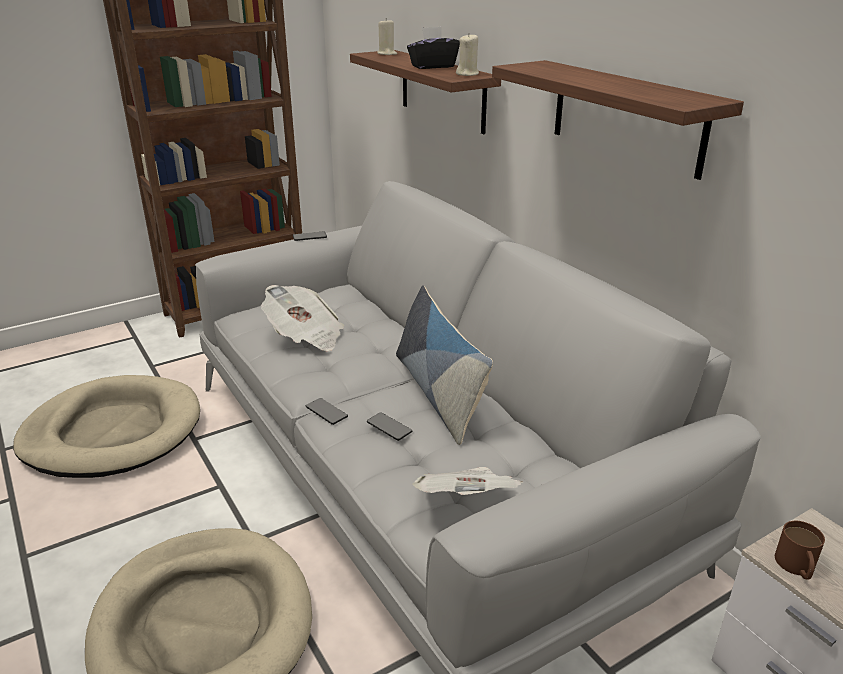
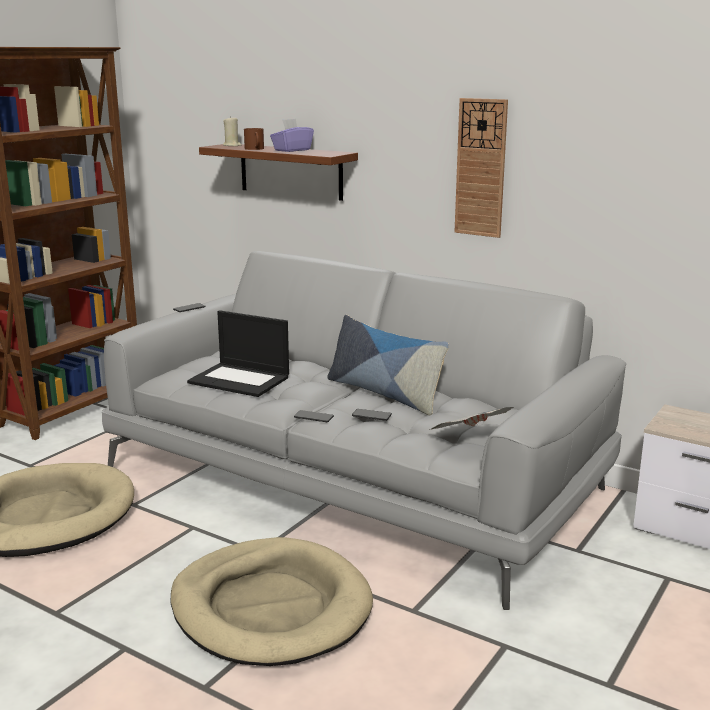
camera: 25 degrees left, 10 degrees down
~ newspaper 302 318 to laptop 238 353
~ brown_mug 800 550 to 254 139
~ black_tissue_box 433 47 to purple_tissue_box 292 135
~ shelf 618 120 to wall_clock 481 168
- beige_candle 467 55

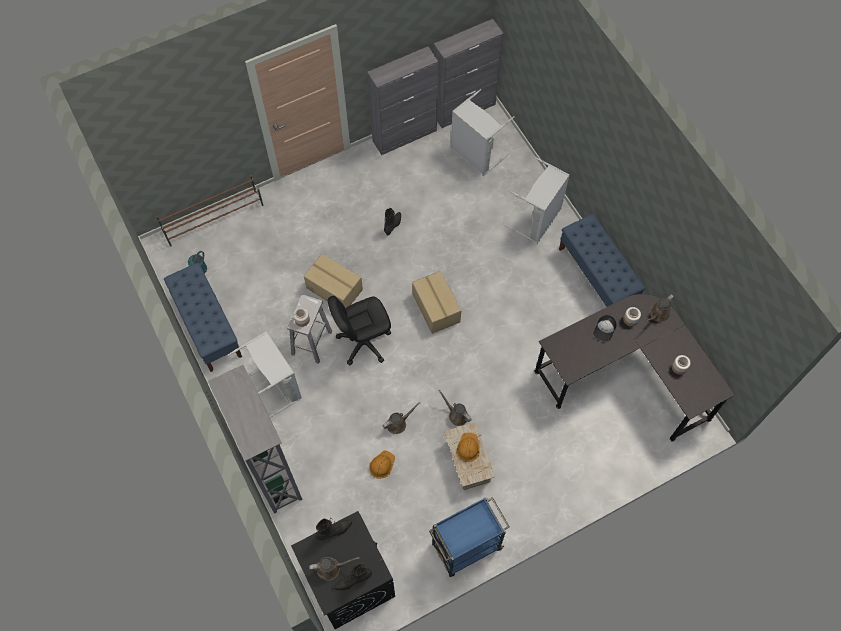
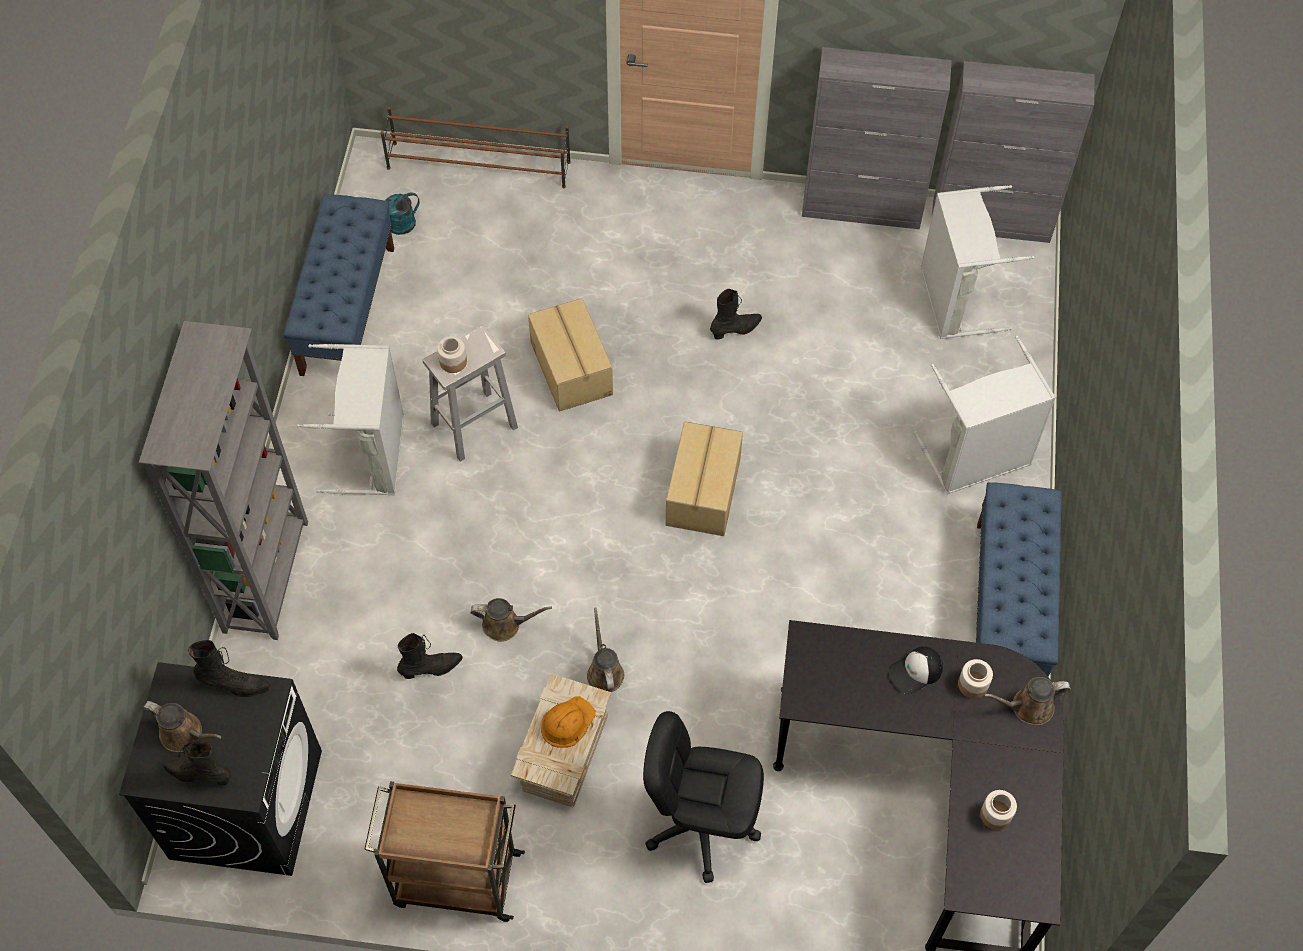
camera: 35 degrees right, 5 degrees down
~ blue_cart 469 537 to brown_cart 444 851
~ orange_hard_hat 382 464 to black_boot 430 656
~ black_office_chair 359 330 to 703 797

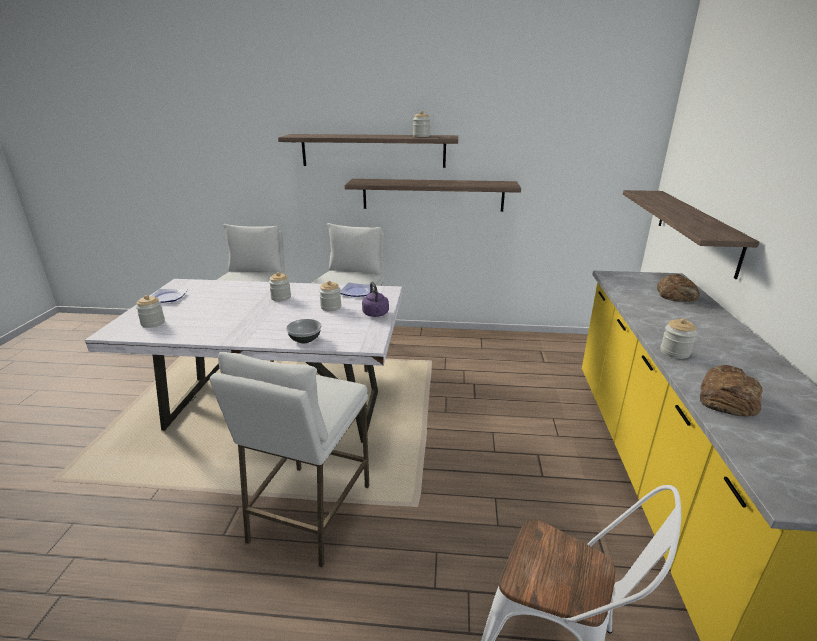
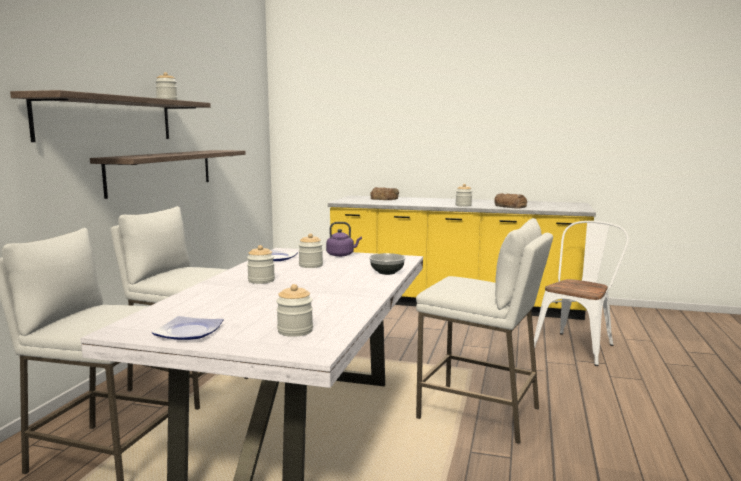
camera: 80 degrees left, 15 degrees down
- shelf 691 234

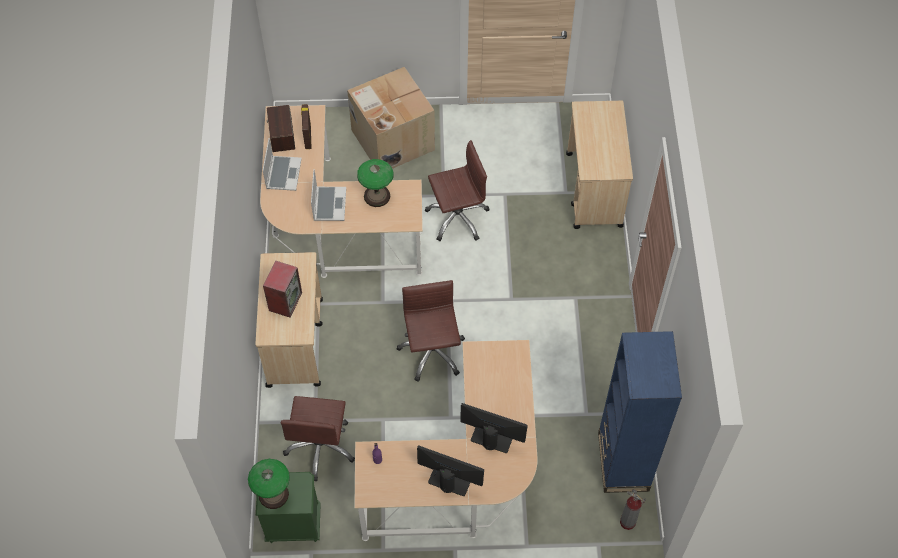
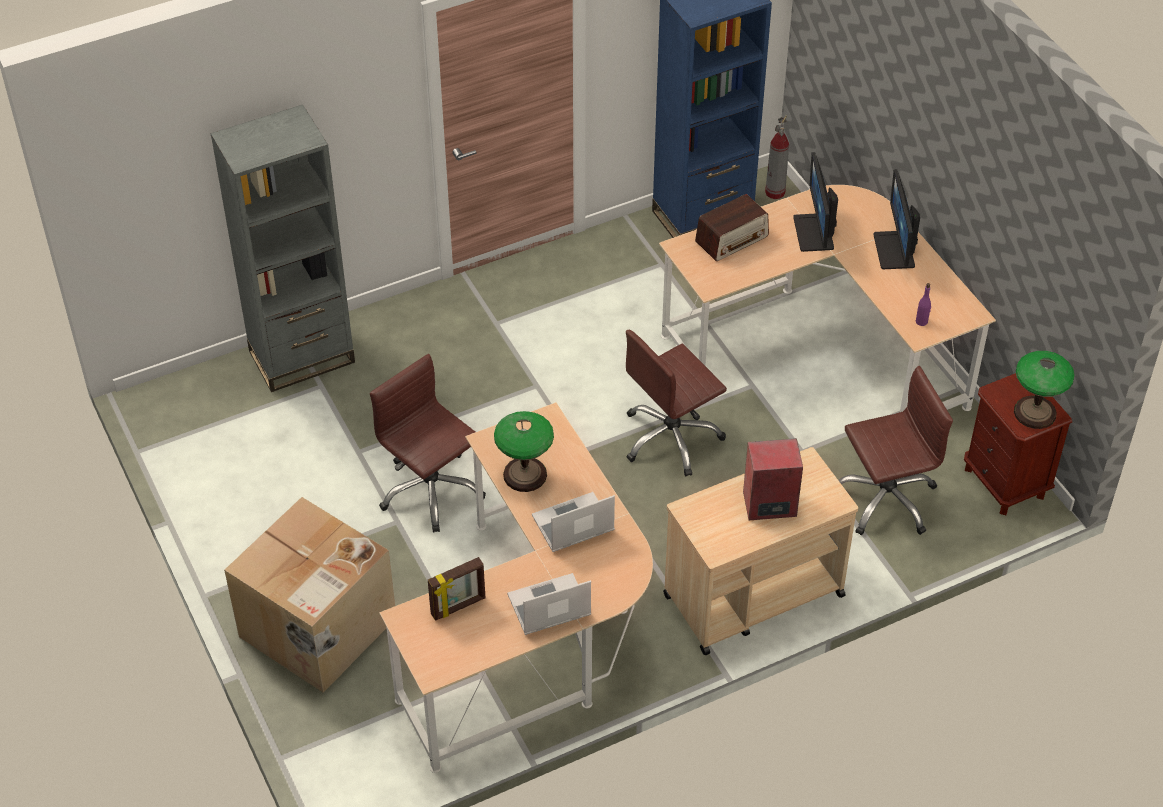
camera: 115 degrees left, 10 degrees down
~ beige_cart 599 165 to grey_bookcase 283 248
~ radio 281 128 to 732 227
~ green_nightstand 288 507 to brown_nightstand 1018 444

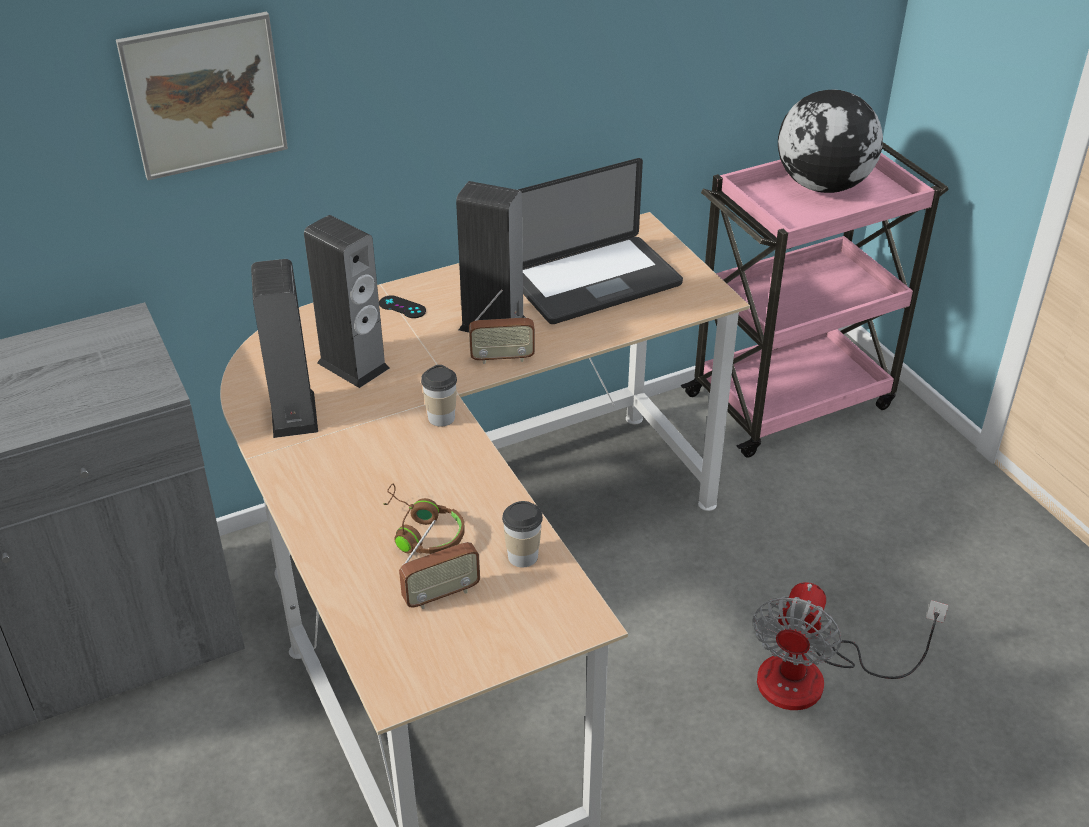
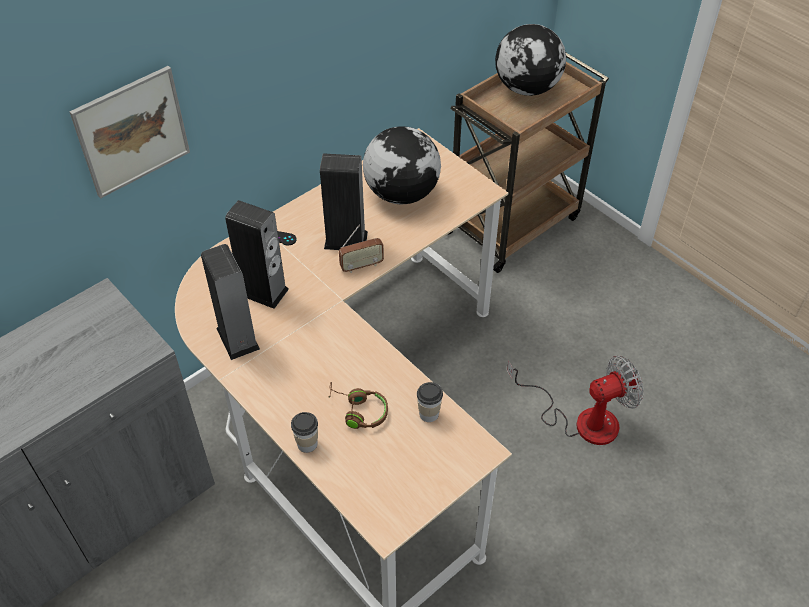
camera: 15 degrees left, 10 degrees up
~ cup 439 396 to 304 432
~ laptop 600 241 to globe 402 165
~ pink_cart 815 300 to brown_cart 528 163
~ fan 851 646 = 575 400 120 degrees counterclockwise
- radio 439 564

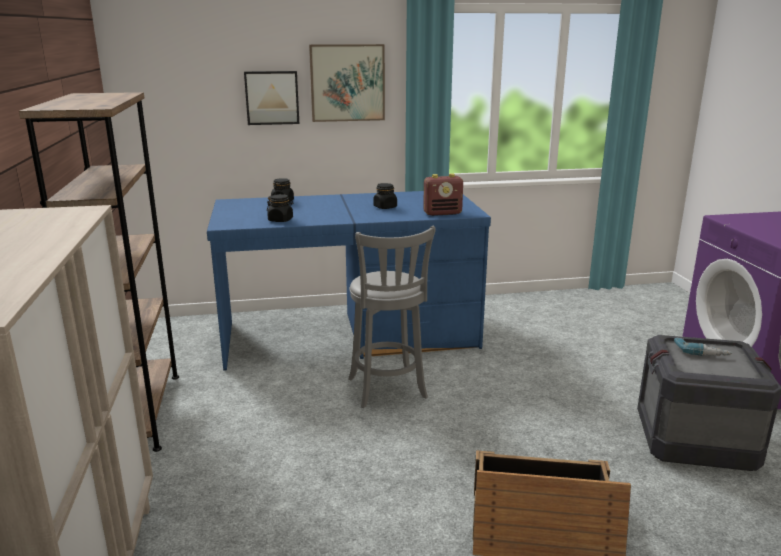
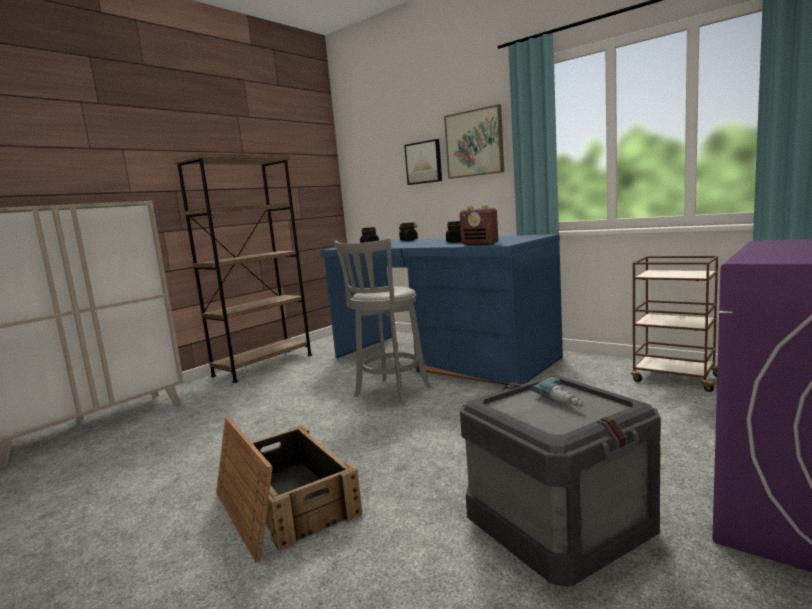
camera: 50 degrees right, 10 degrees down
+ brown_cart 674 324

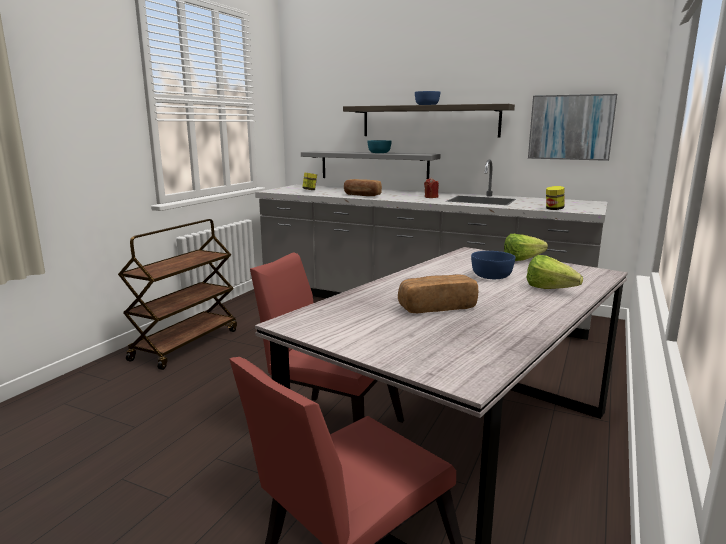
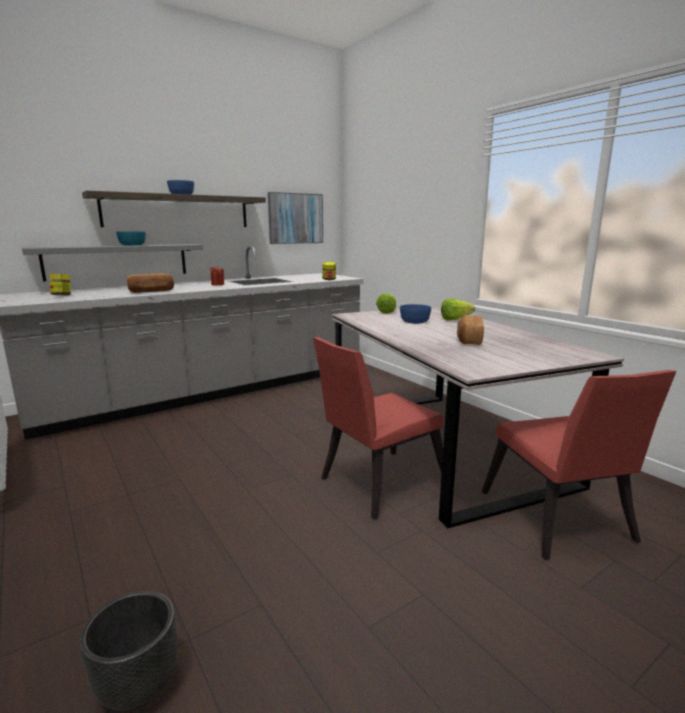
camera: 60 degrees left, 0 degrees up
+ black_planter 128 651
- brown_cart 177 294

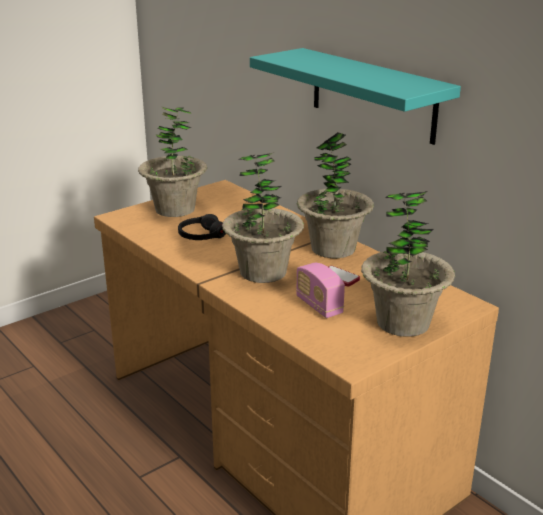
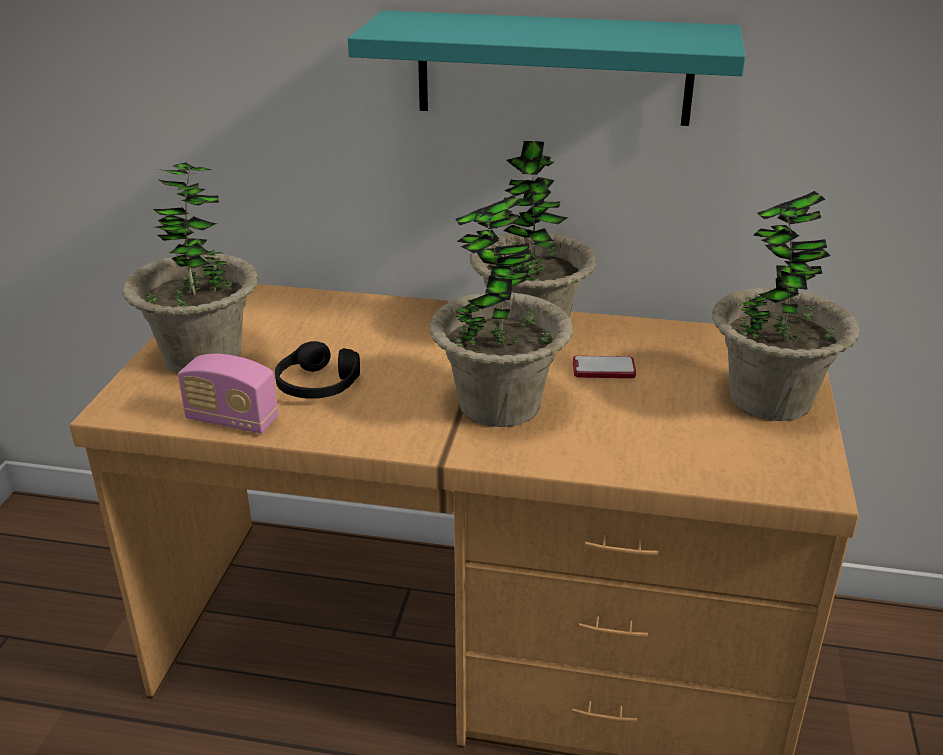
camera: 40 degrees left, 5 degrees up
~ radio 320 290 to 228 394

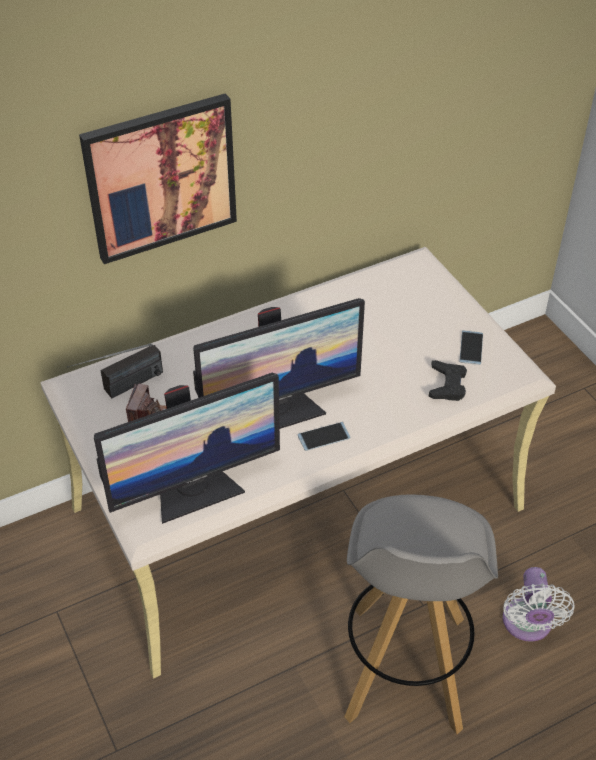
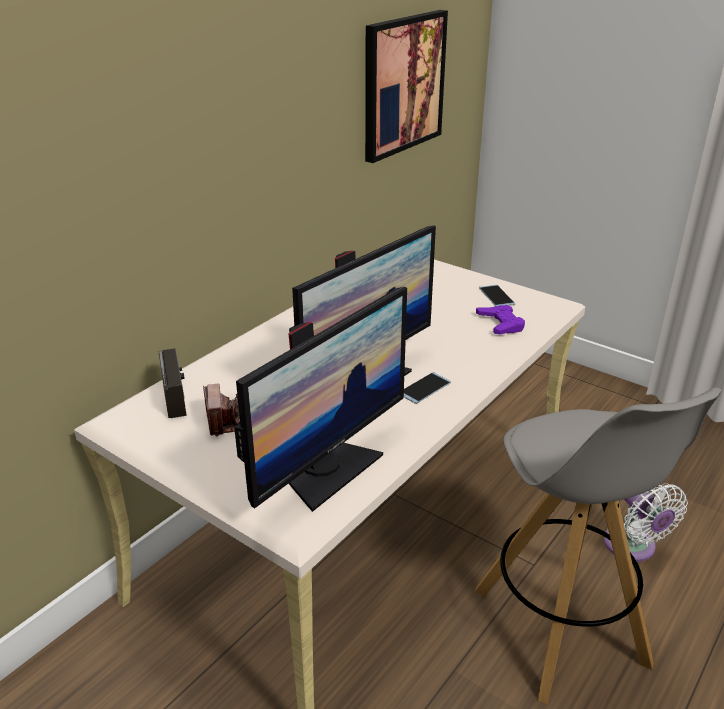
camera: 25 degrees left, 15 degrees down
~ radio 115 370 = 173 383 45 degrees counterclockwise
~ picture 158 178 to 406 86
~ black_game_controller 448 380 to purple_game_controller 500 319

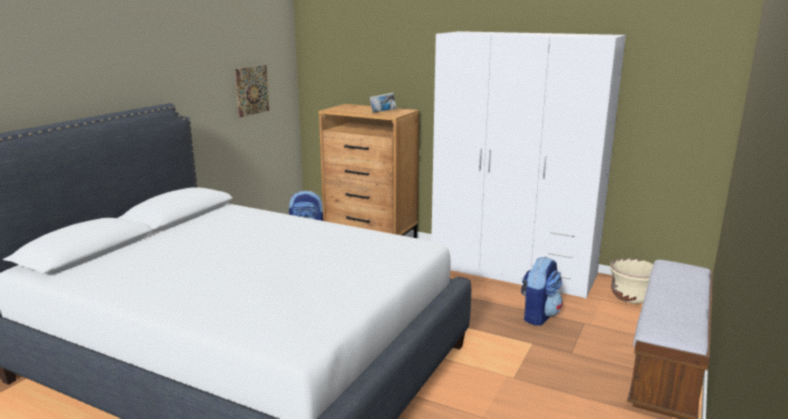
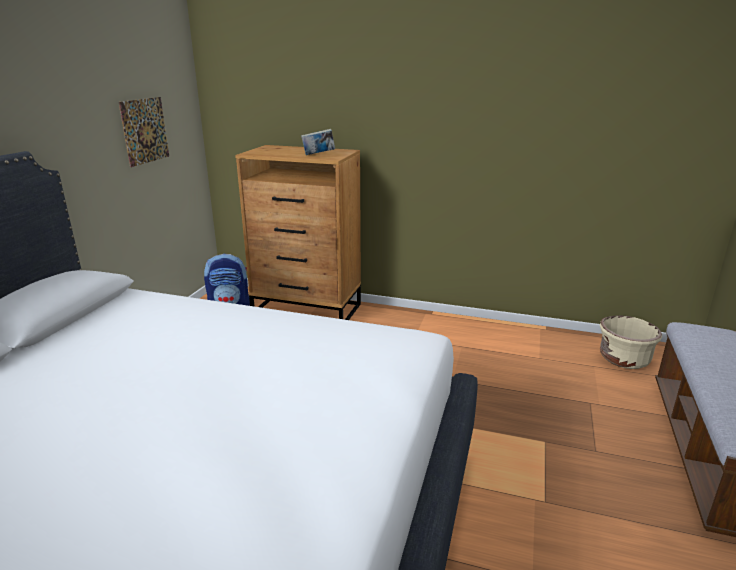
camera: 10 degrees left, 5 degrees up
- white_wardrobe 528 165
- backpack 542 291

